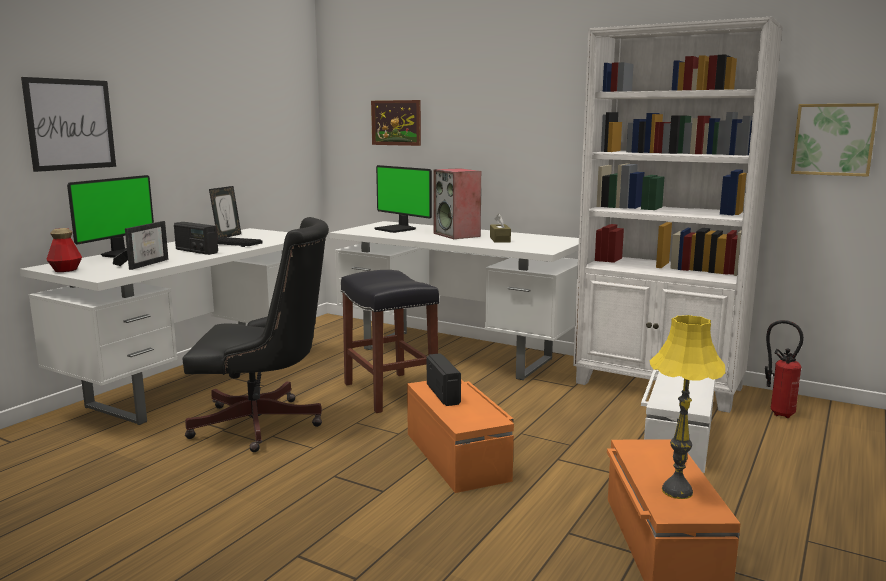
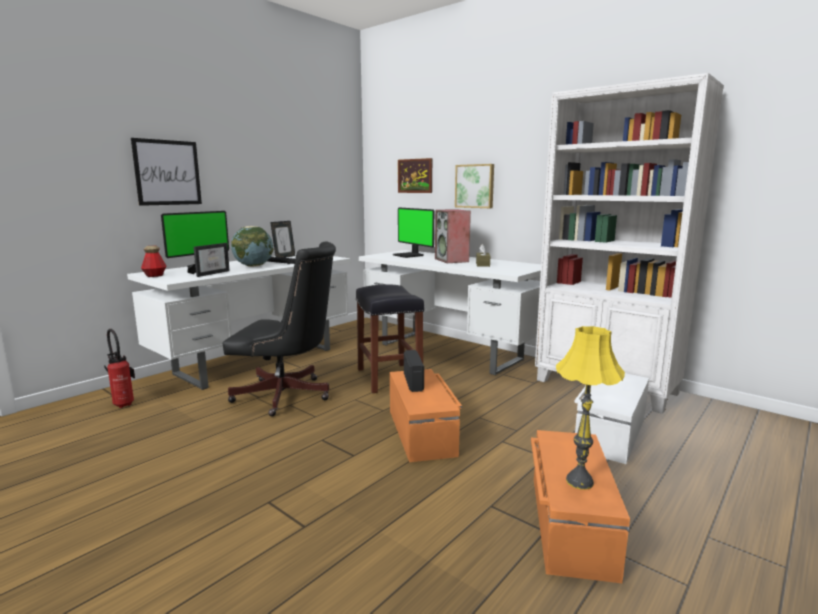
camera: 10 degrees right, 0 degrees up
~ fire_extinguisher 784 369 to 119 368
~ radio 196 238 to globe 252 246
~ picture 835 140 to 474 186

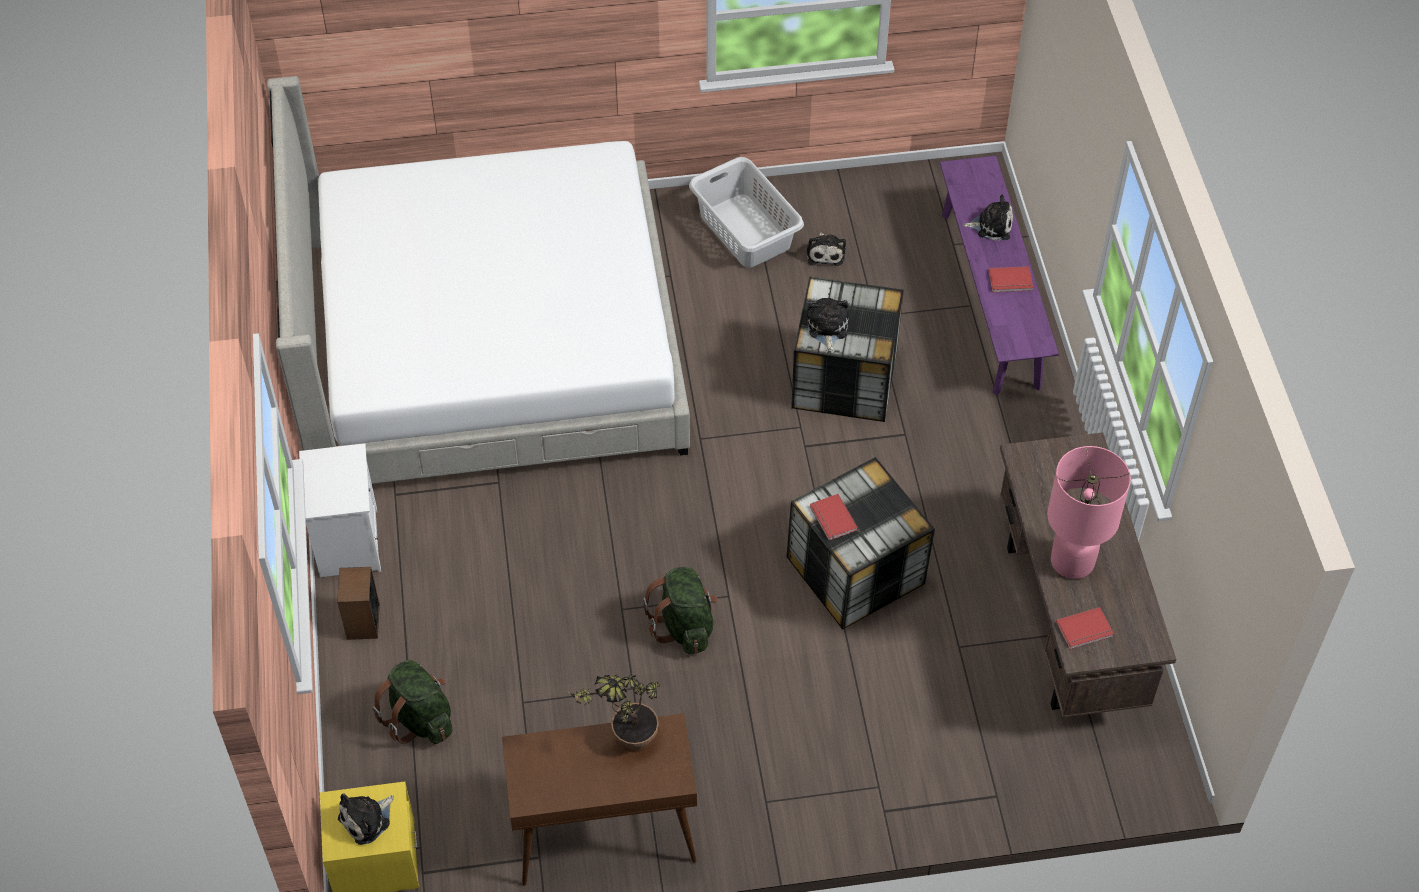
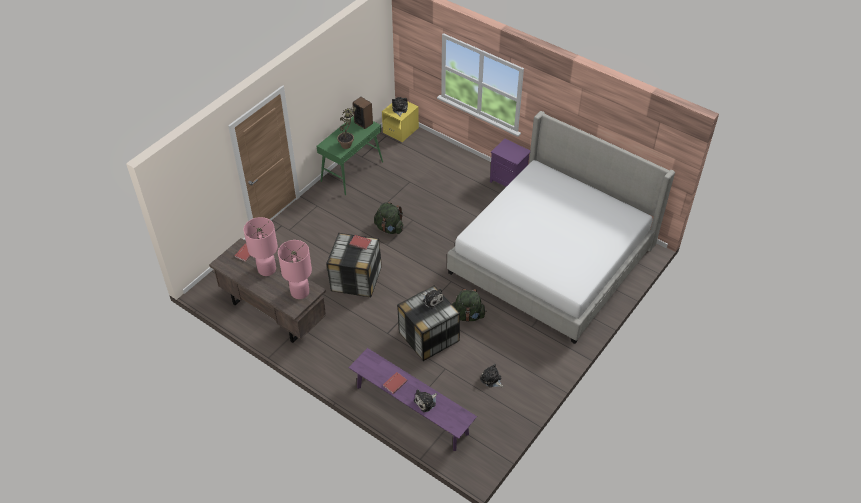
camera: 135 degrees right, 5 degrees down
+ pink_table_lamp 295 269
~ brown_console_table 599 799 to green_console_table 350 155
~ speaker 358 603 to 363 113
~ green_backpack 412 702 to 469 305
~ white_nightstand 340 510 to purple_nightstand 510 163
- grey_laundry_basket 746 212

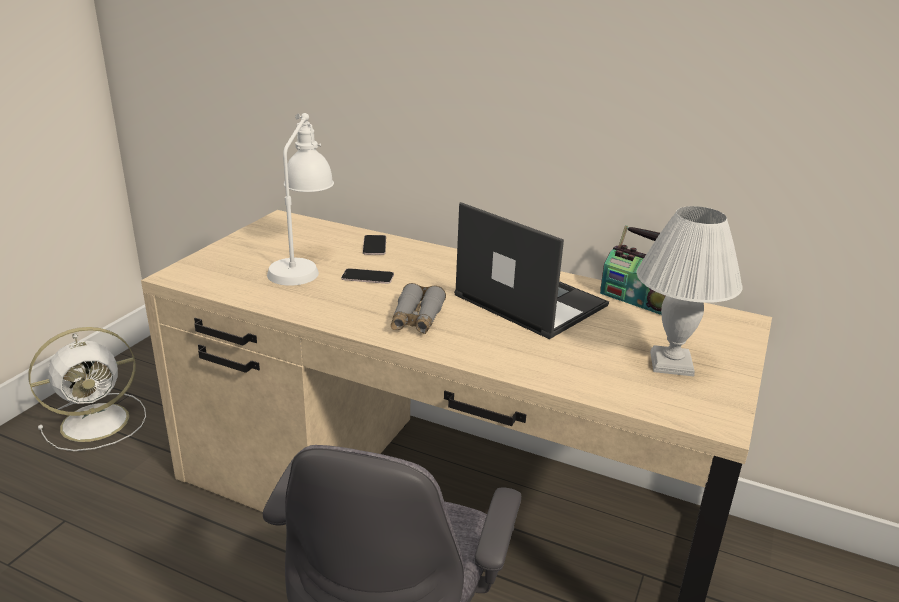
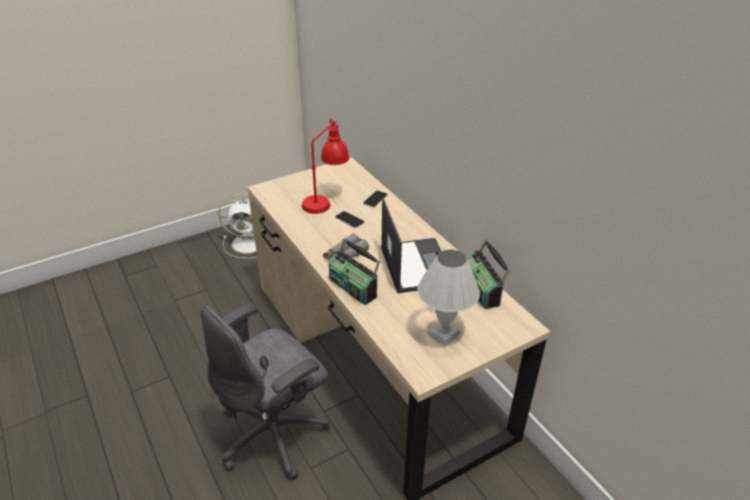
camera: 35 degrees right, 10 degrees up
~ white_table_lamp 300 199 to red_table_lamp 325 166
+ radio 354 271

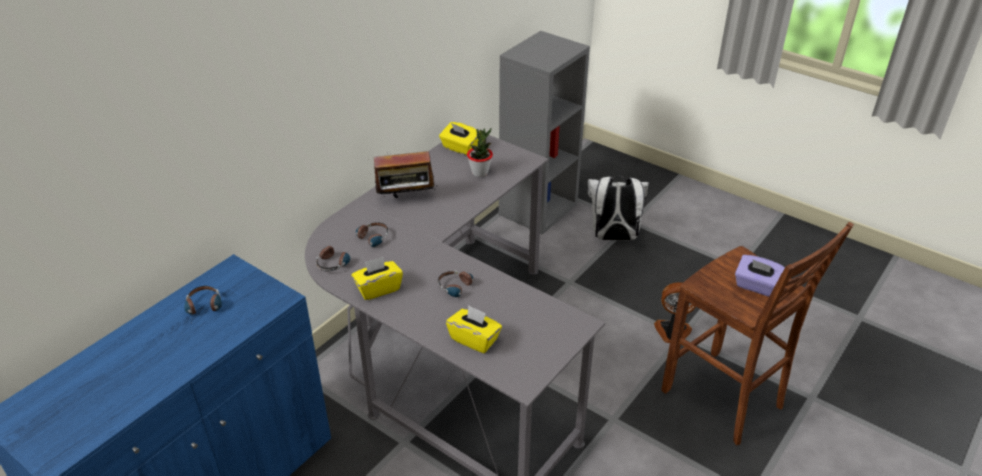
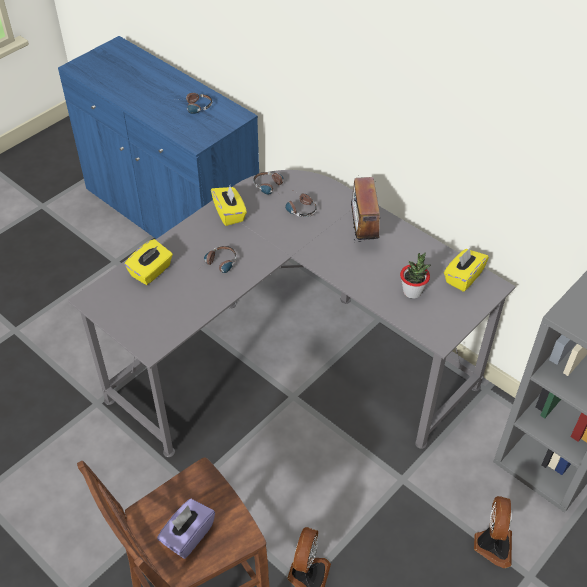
camera: 95 degrees right, 10 degrees up
~ white_backpack 618 207 to fan 493 532

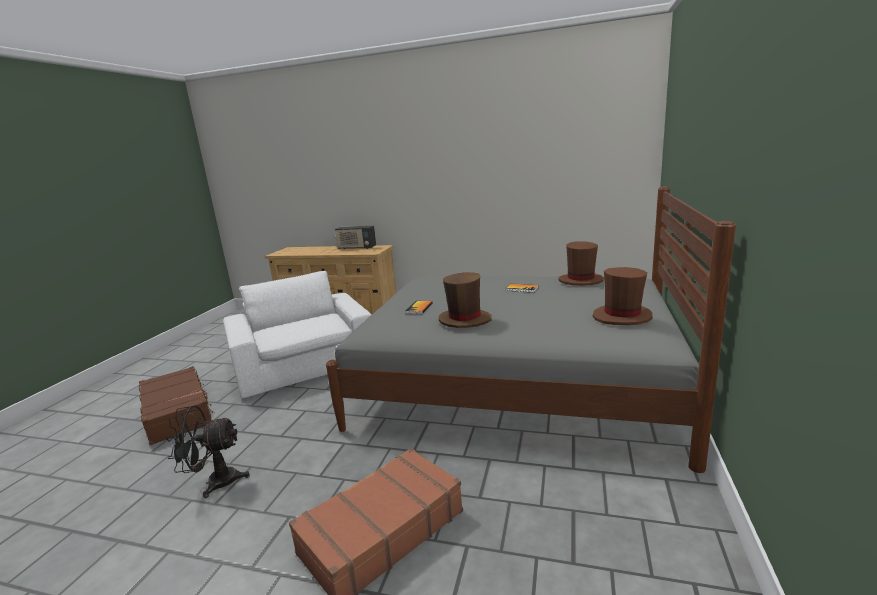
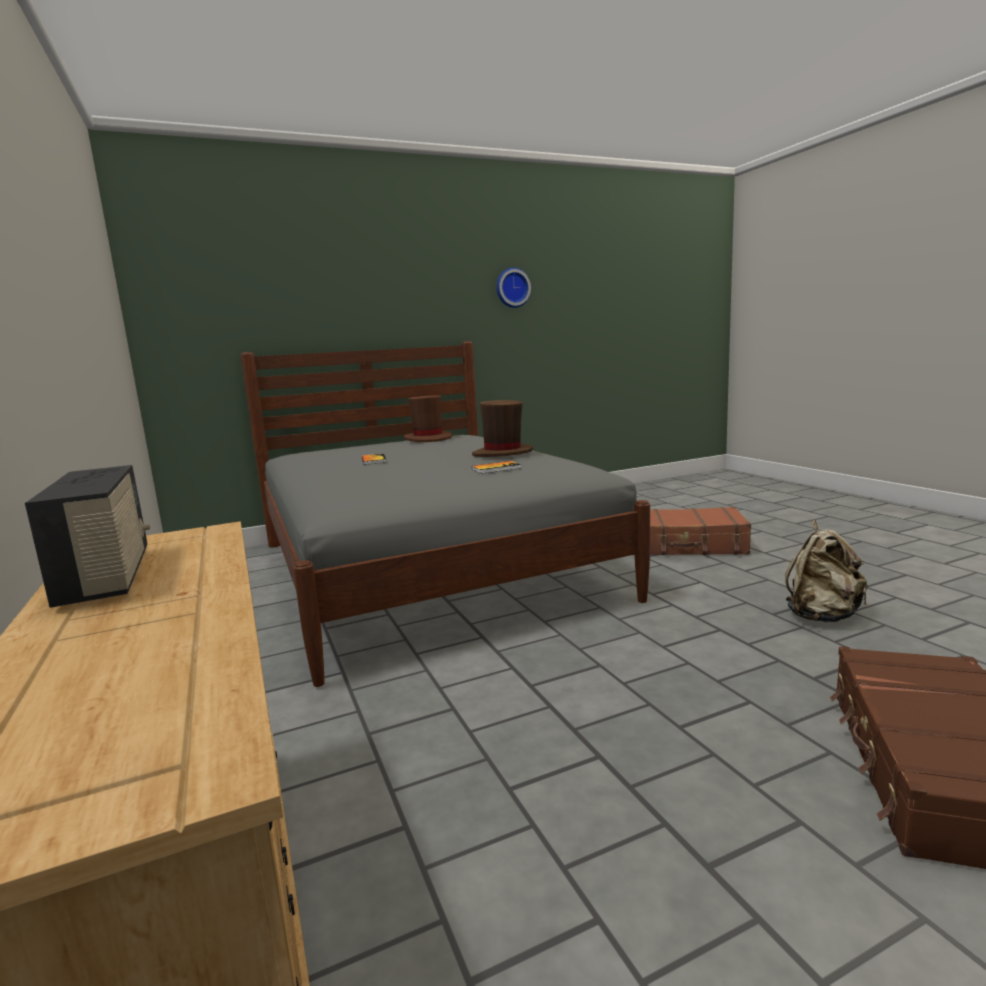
camera: 130 degrees left, 5 degrees down
+ wall_clock 513 288
~ black_fan 208 451 to beige_backpack 826 571
- white_armchair 297 334
- brown_hat 581 263

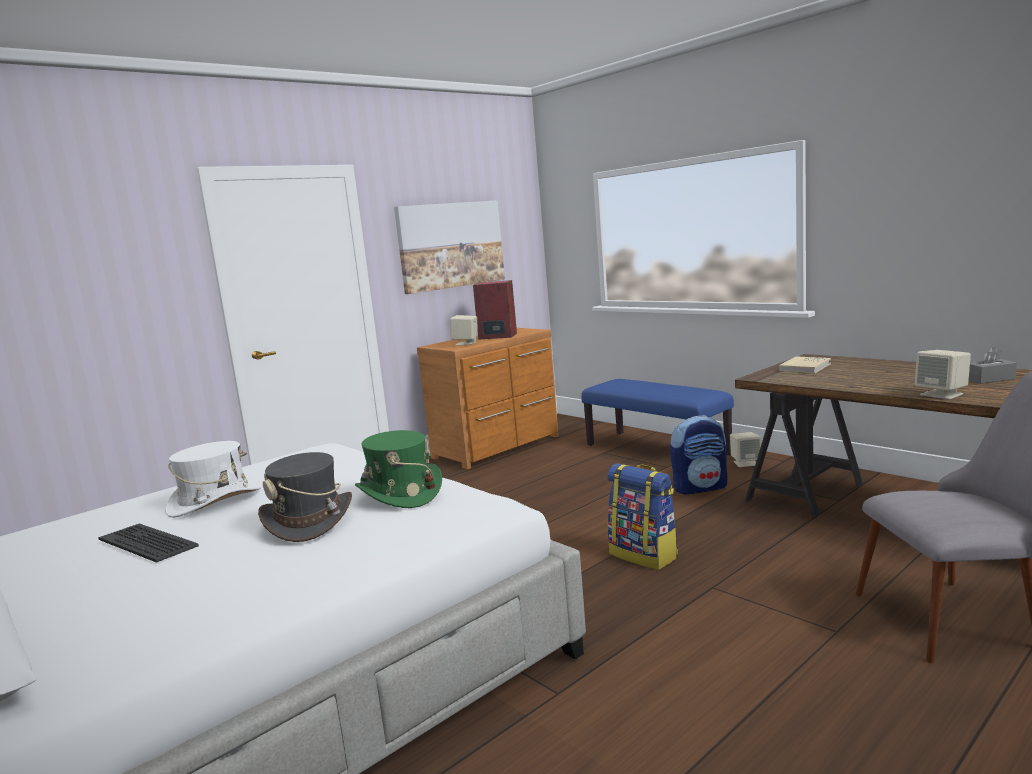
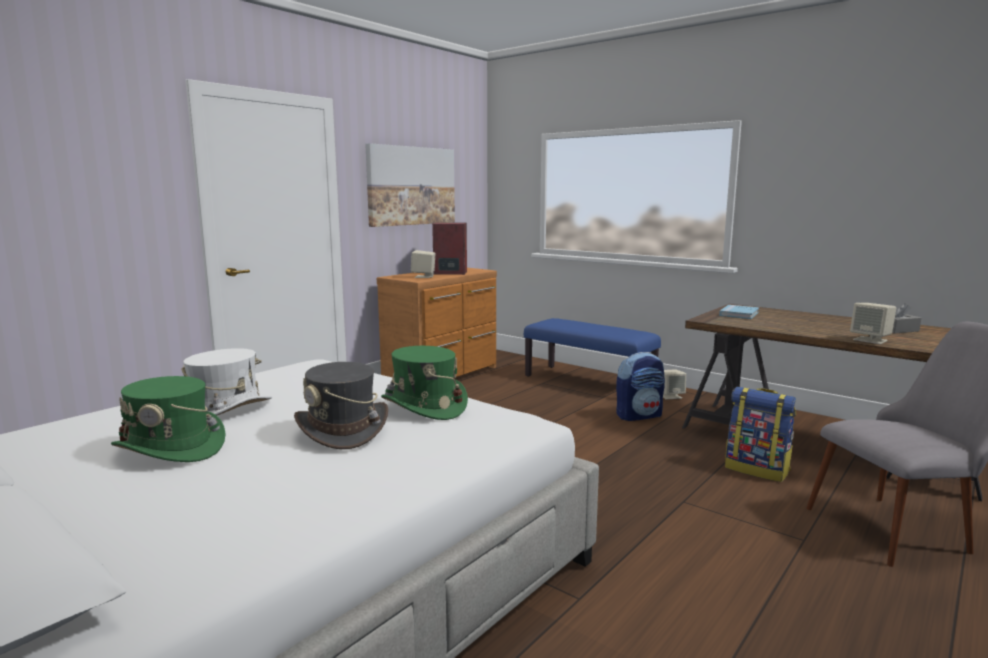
camera: 10 degrees left, 0 degrees up
~ keyboard 149 543 to green_hat 168 419
~ beige_book 805 365 to blue_book 739 312
~ backpack 643 516 to 760 434

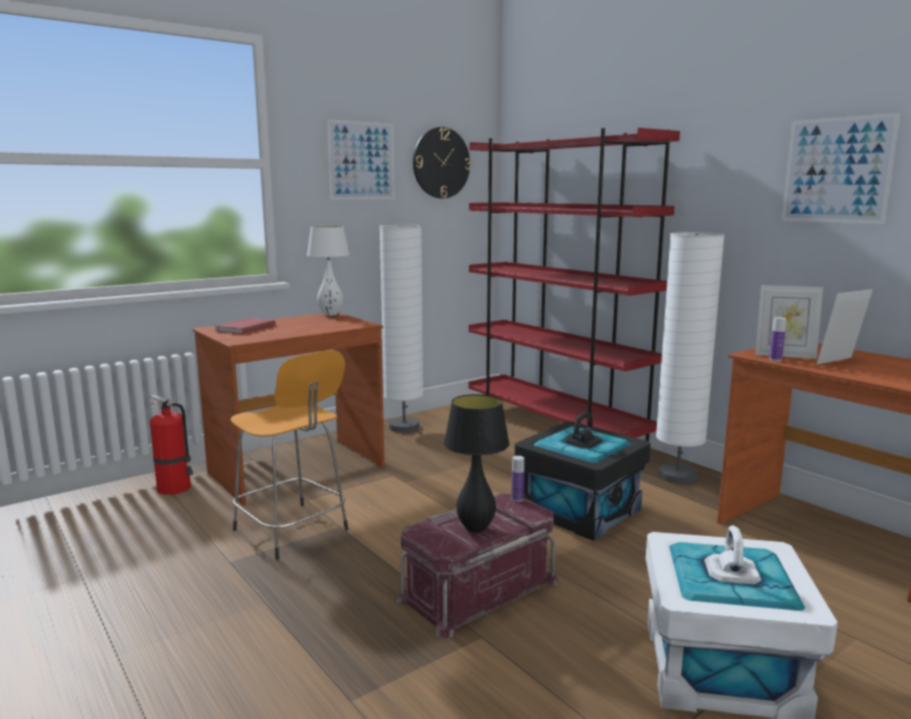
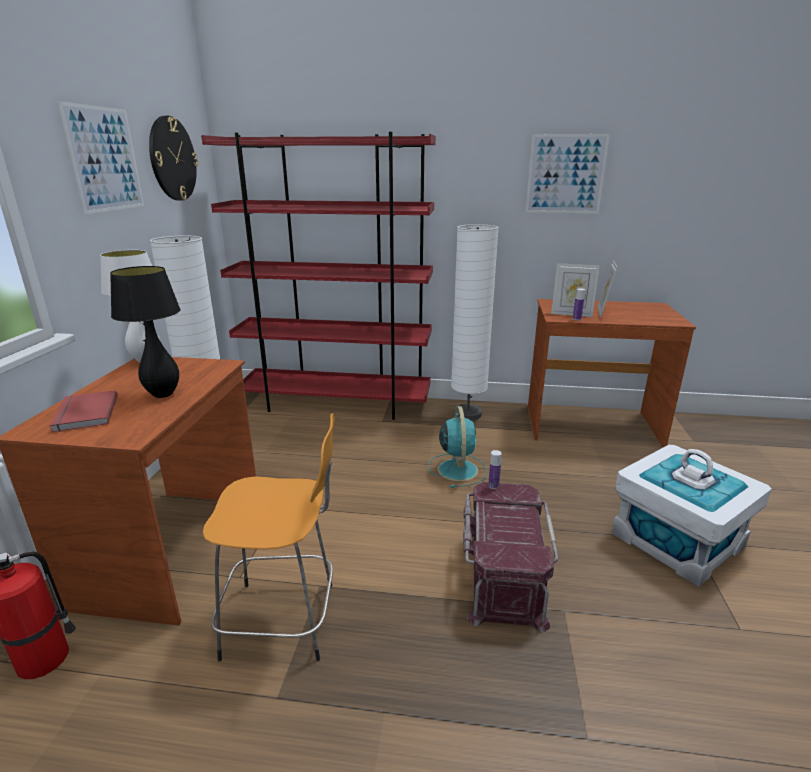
camera: 45 degrees left, 10 degrees up
~ black_table_lamp 477 463 to 145 332
~ black_storage_box 583 476 to turquoise_fan 457 447
~ picture_frame 789 322 = 575 290 45 degrees clockwise

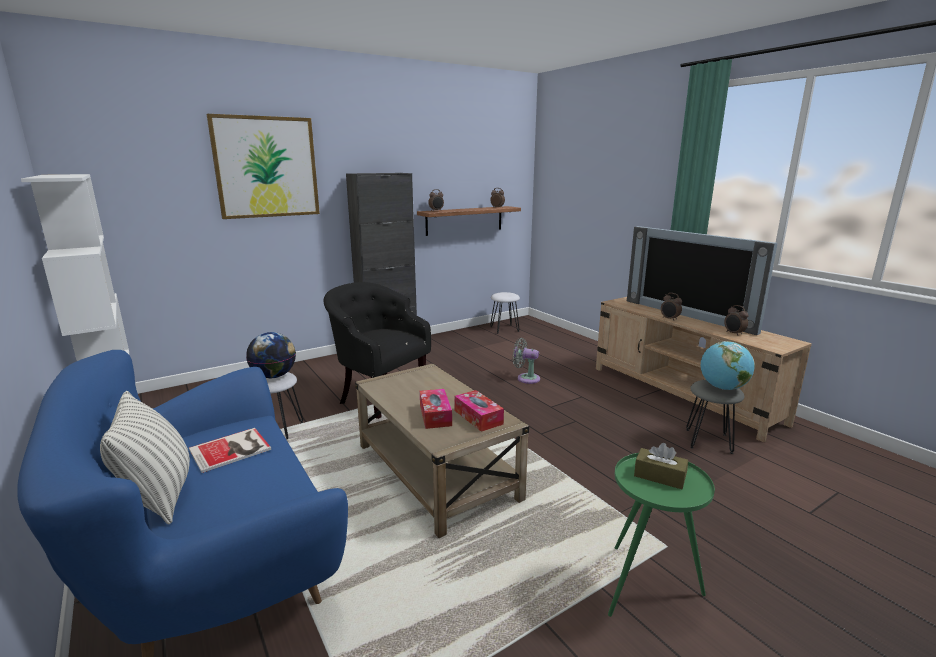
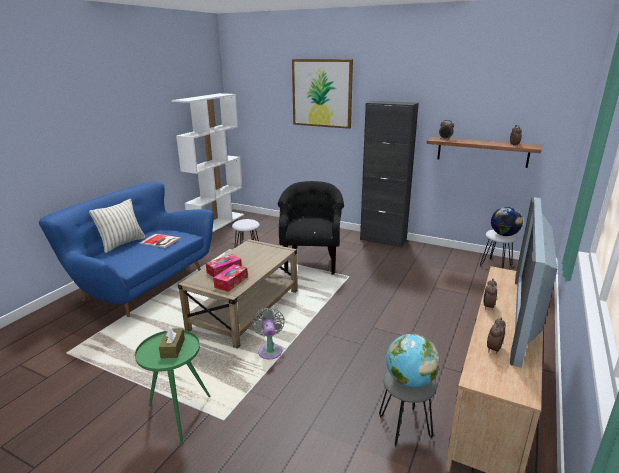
camera: 60 degrees right, 5 degrees up
~ grey_fan 526 361 to 268 333
~ globe 271 355 to 507 221

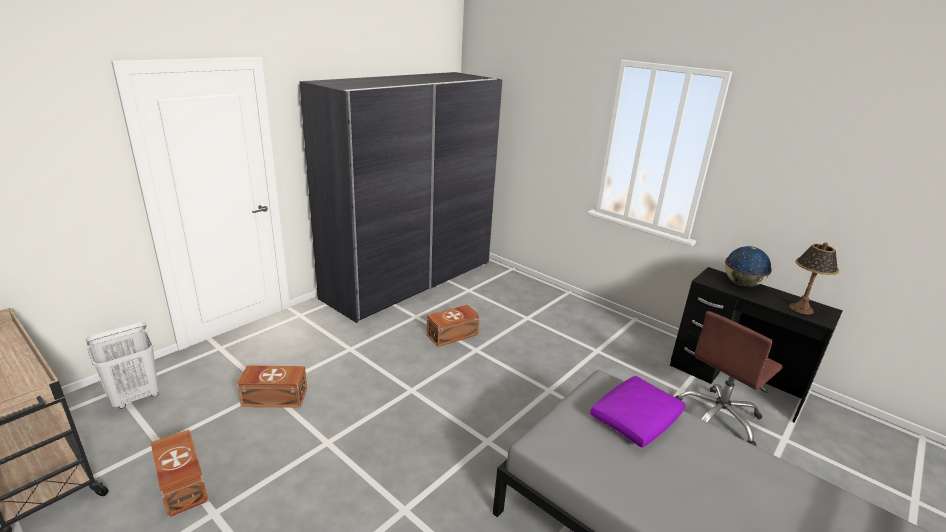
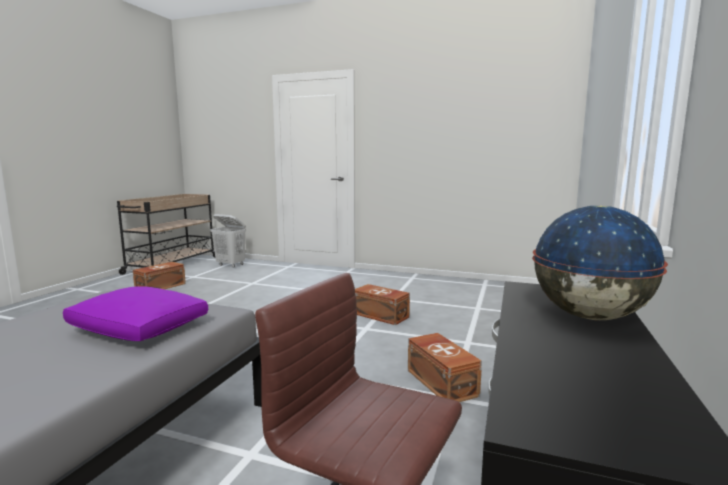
camera: 70 degrees right, 15 degrees down
~ brown_storage_box 272 386 to 445 367
- grey_wardrobe 401 197
- table_lamp 814 278

